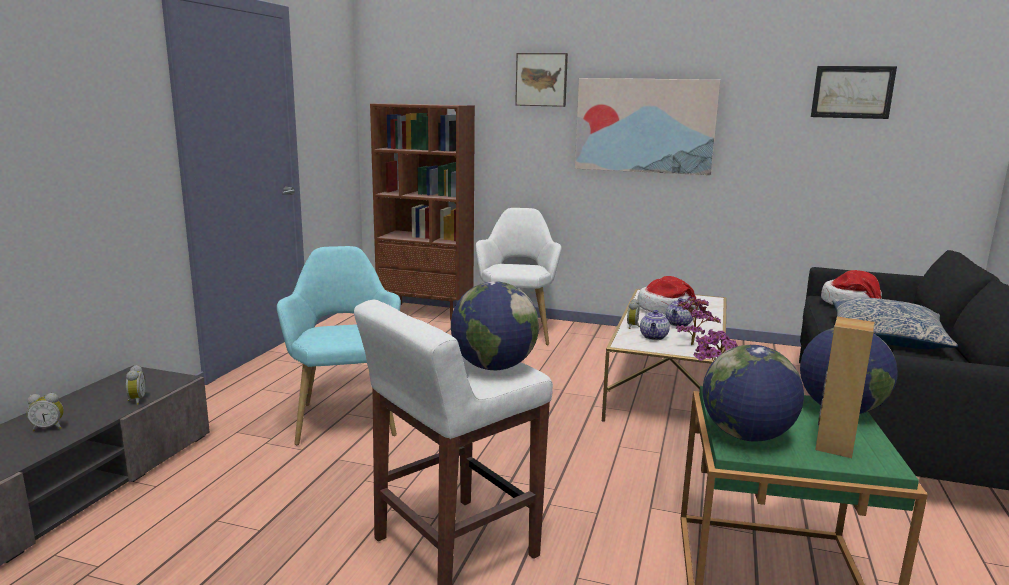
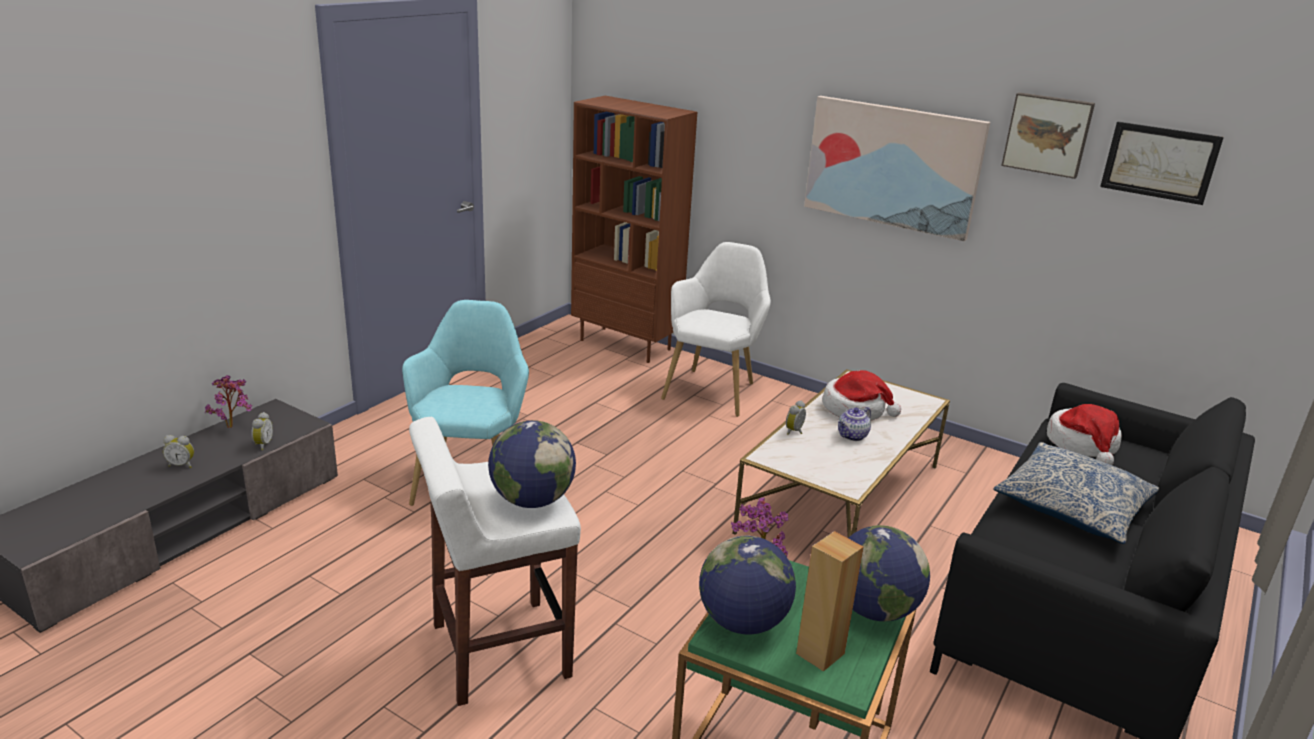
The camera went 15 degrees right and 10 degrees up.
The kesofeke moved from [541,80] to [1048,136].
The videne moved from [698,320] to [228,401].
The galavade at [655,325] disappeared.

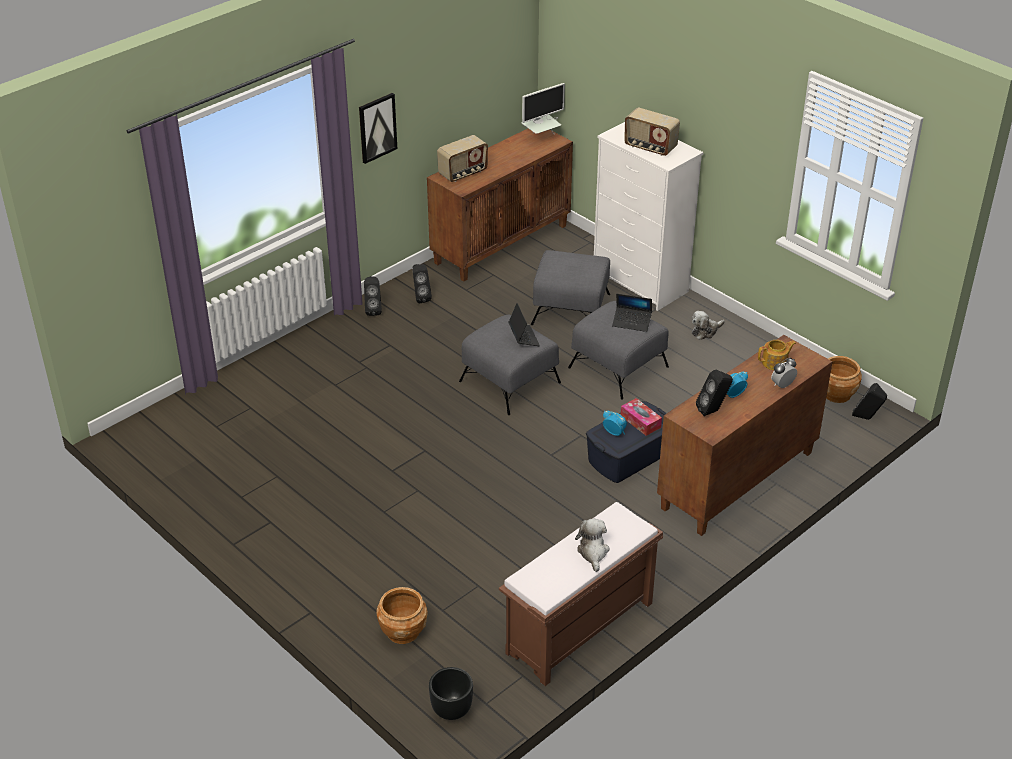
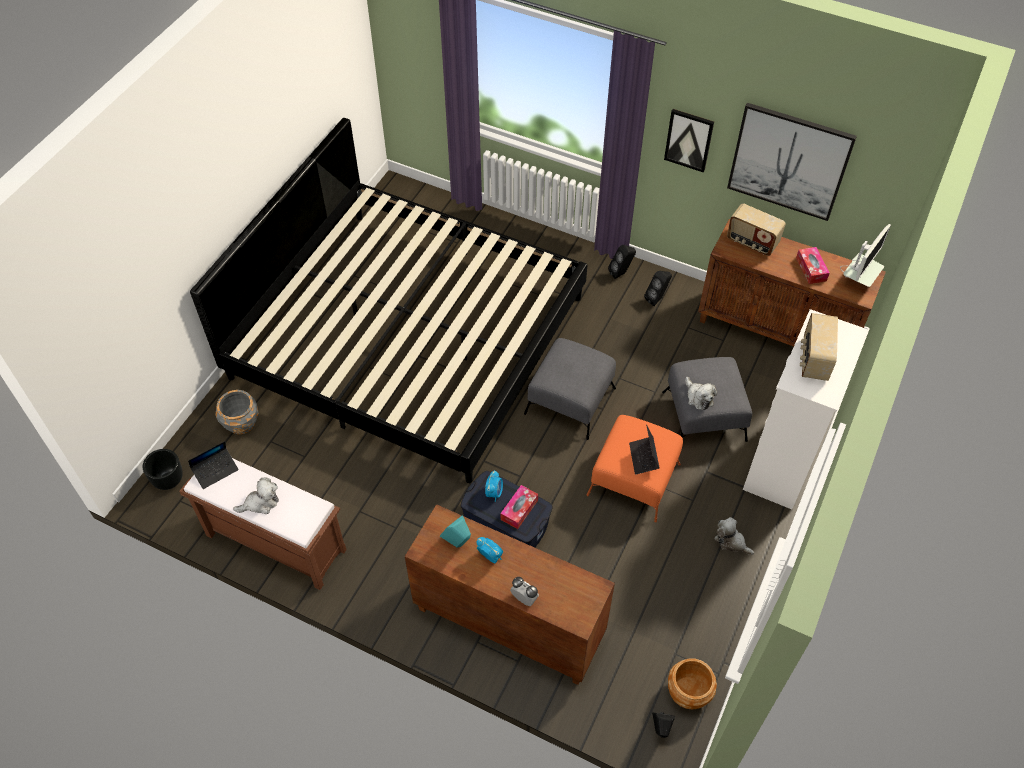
The camera went 70 degrees right and 15 degrees up.
The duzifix at [543,108] turned 90 degrees counterclockwise.
The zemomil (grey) at [618,350] became the zemomil (orange) at [635,468].
The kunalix moved from [524,324] to [213,465].
The galavade at [777,355] disappeared.
The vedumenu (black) at [714,393] became the vedumenu (turquoise) at [455,531].
The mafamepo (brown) at [402,615] became the mafamepo (grey) at [237,412].
The kesofeke at [792,162] appeared.
The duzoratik at [388,300] appeared.
The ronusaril at [813,265] appeared.
The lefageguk at [701,393] appeared.

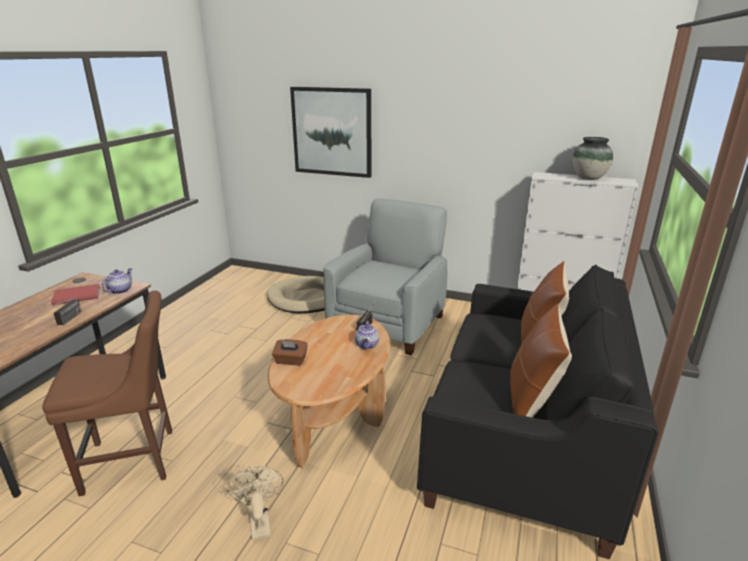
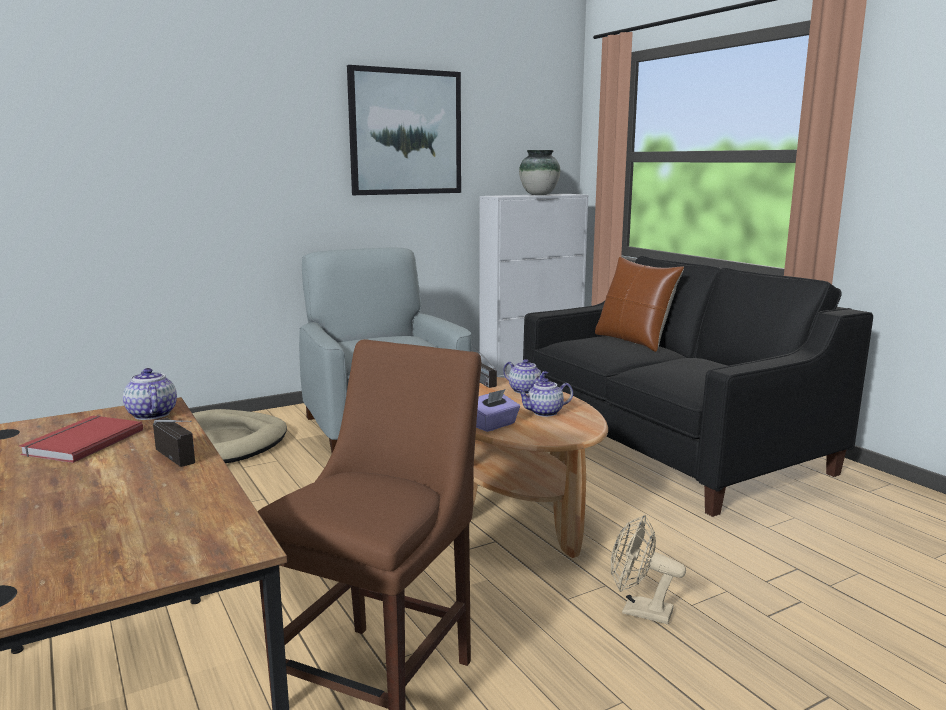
The camera went 50 degrees left and 10 degrees down.
The kesofeke moved from [330,132] to [404,130].
The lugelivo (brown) at [541,360] disappeared.
The ronusaril (brown) at [290,352] became the ronusaril (purple) at [498,410].
The galavade at [545,397] appeared.

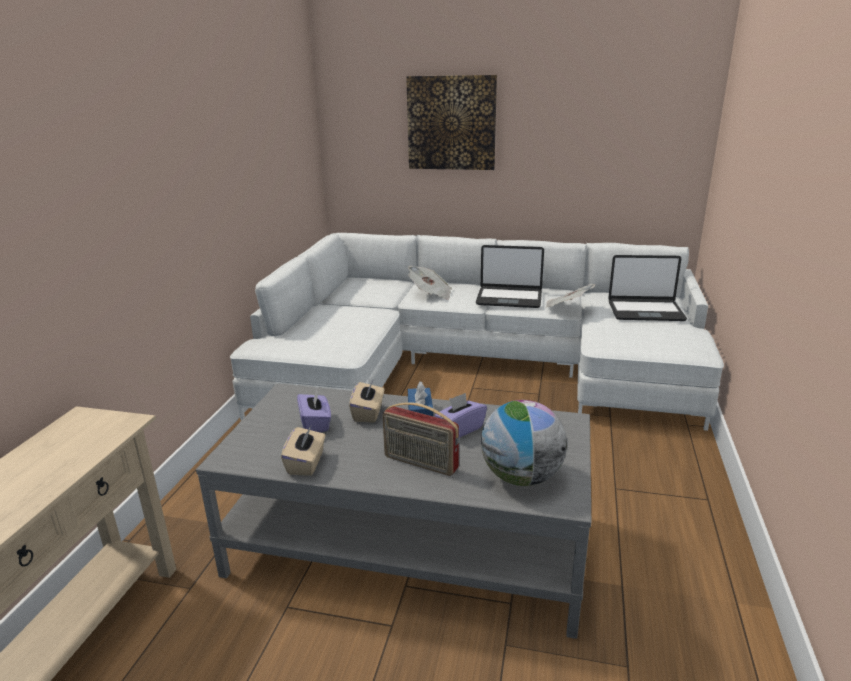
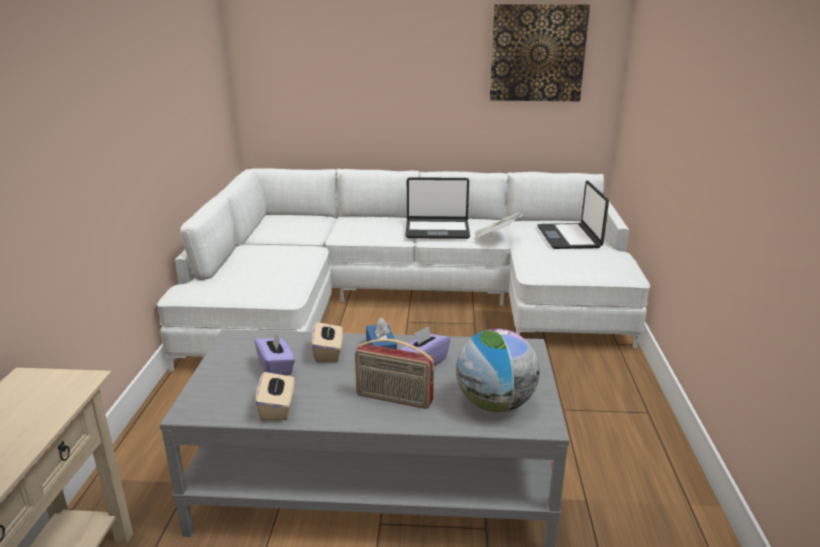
The camera went 10 degrees left and 0 degrees up.
The kesofeke moved from [451,122] to [540,52].
The kunalix at [647,288] turned 90 degrees clockwise.
The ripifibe at [430,282] disappeared.

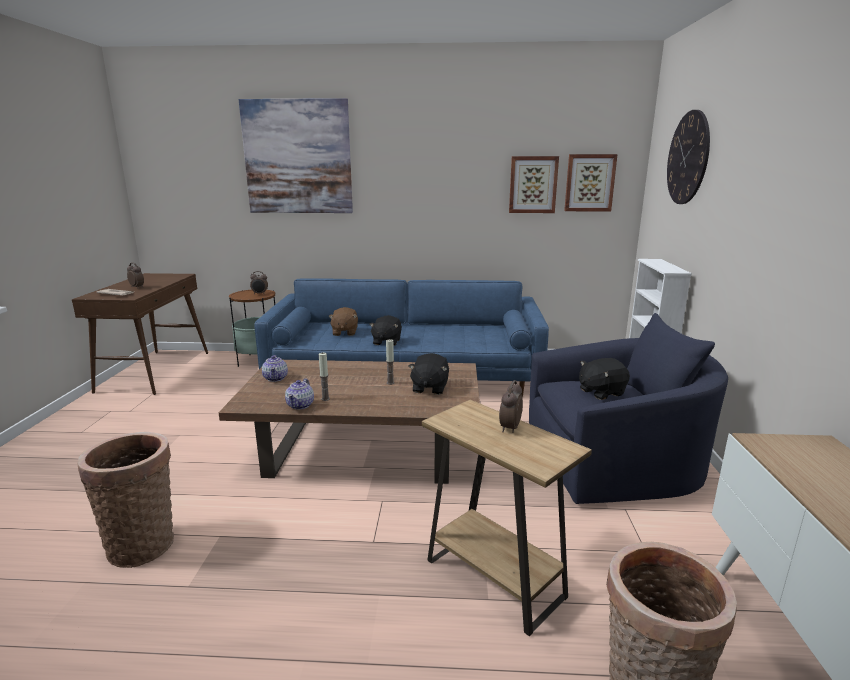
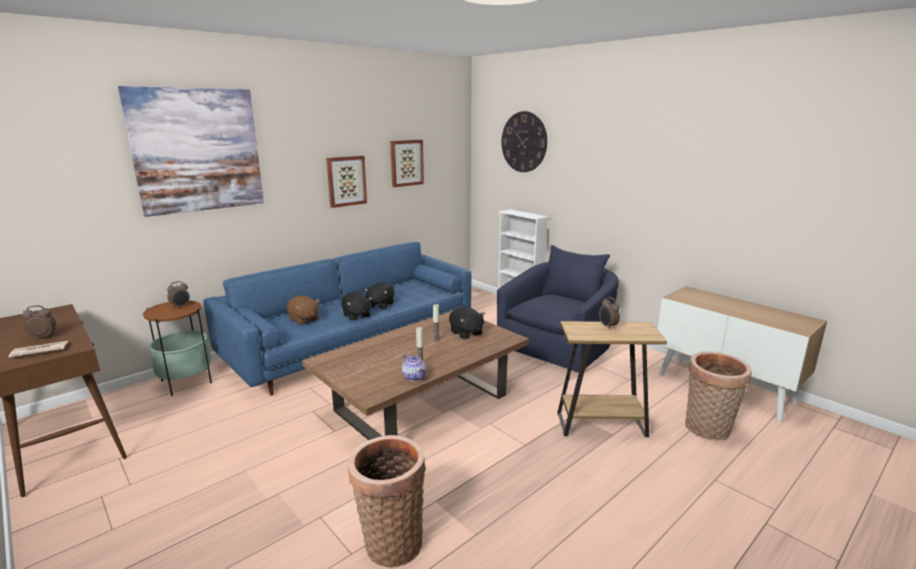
The camera went 45 degrees left and 0 degrees up.
The kesofeke moved from [591,183] to [346,182].
The galavade at [275,368] disappeared.
The lefageguk (black) moved from [604,379] to [379,295].

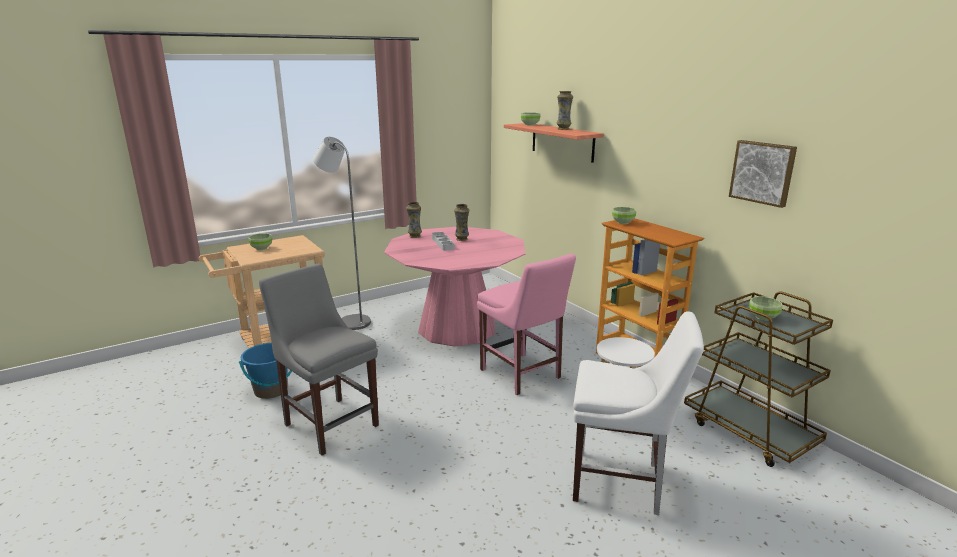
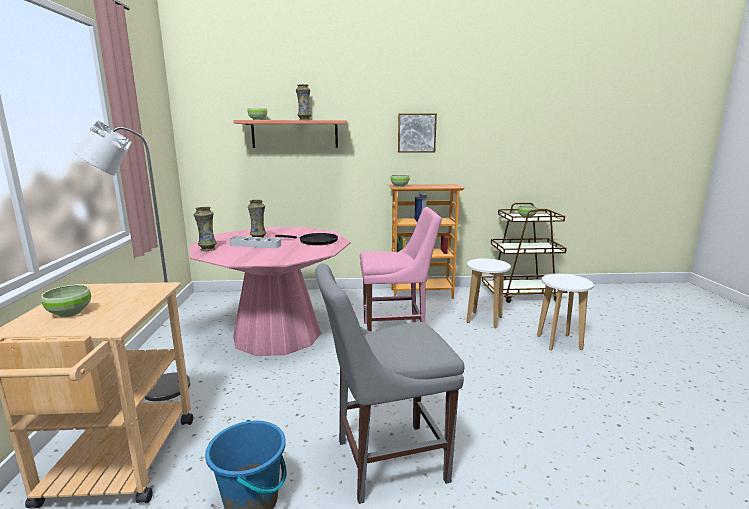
The camera went 60 degrees left and 5 degrees down.
The kesofeke moved from [763,174] to [417,133].
The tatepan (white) at [638,413] was replaced by the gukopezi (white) at [565,312].
The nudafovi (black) at [306,239] appeared.

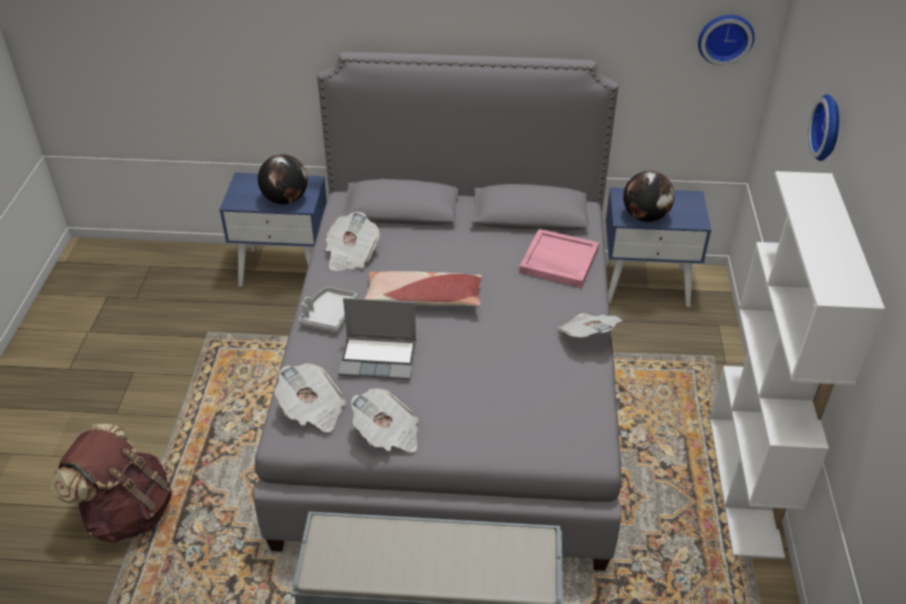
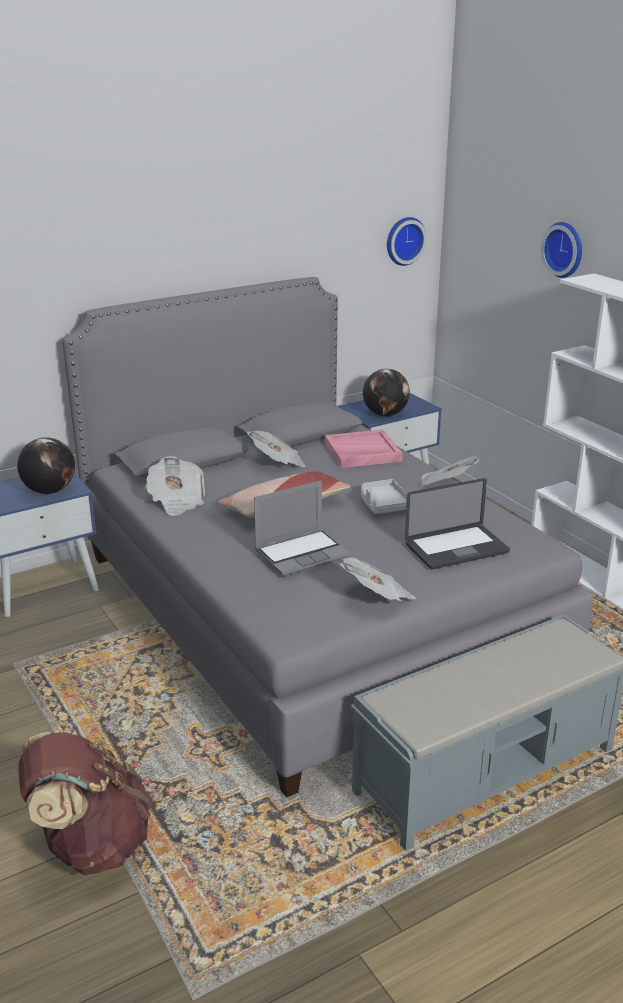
The camera went 35 degrees left and 15 degrees down.
The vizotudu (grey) moved from [328,309] to [384,496].
The ripifibe moved from [310,398] to [276,449].
The kunalix at [457,523] appeared.

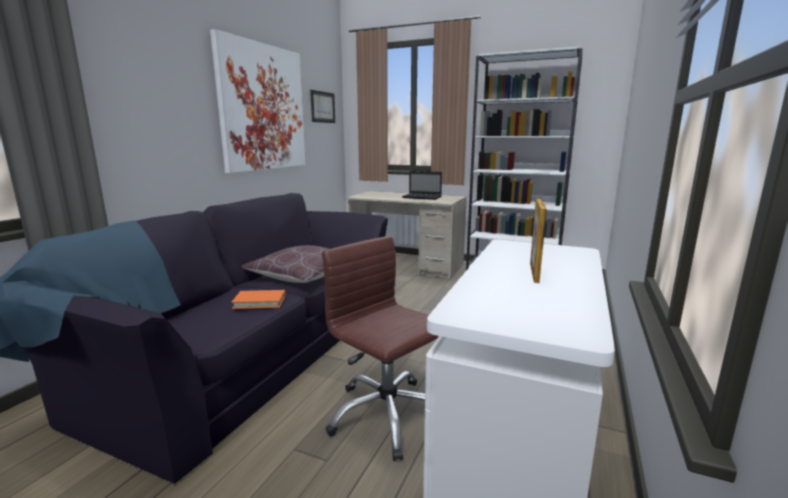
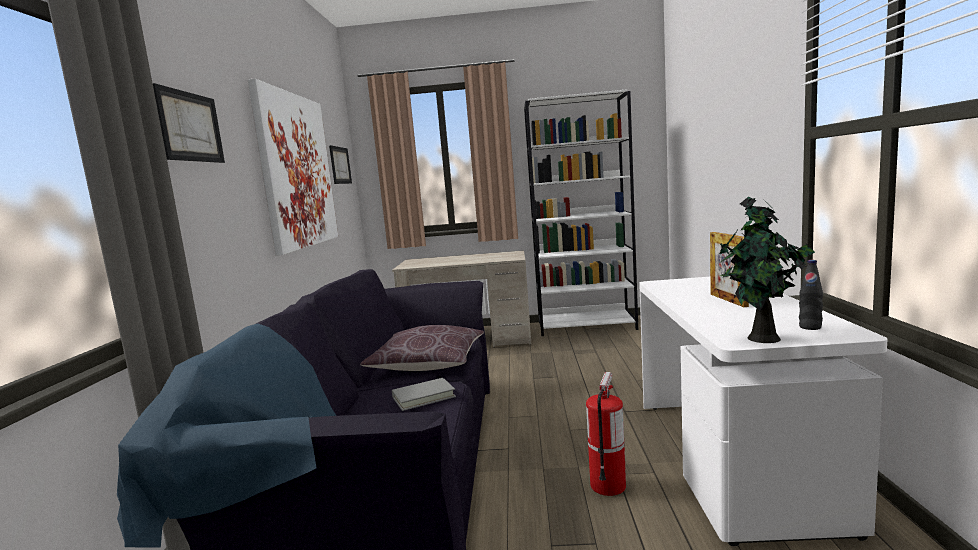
The camera went 20 degrees left and 5 degrees down.
The kunalix at [422,185] disappeared.
The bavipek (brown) at [380,348] was replaced by the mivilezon at [606,434].
The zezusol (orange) at [259,299] became the zezusol (grey) at [424,394].
The kesofeke at [189,123] appeared.
The videne at [767,270] appeared.
The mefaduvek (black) at [811,295] appeared.

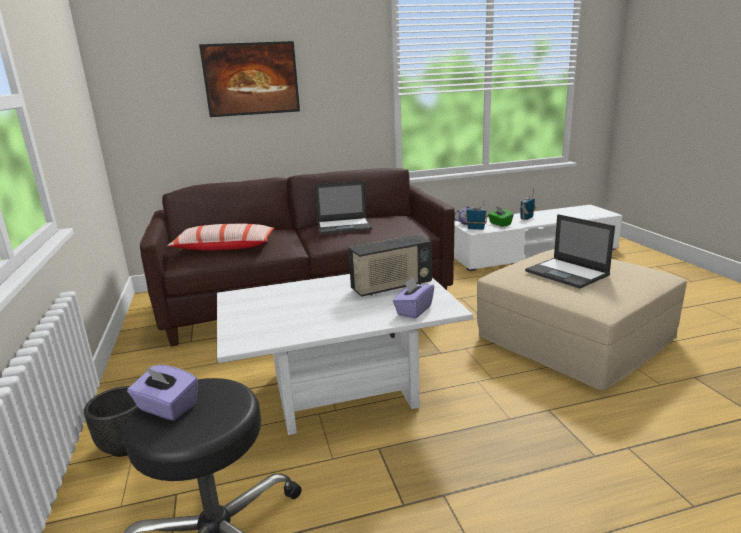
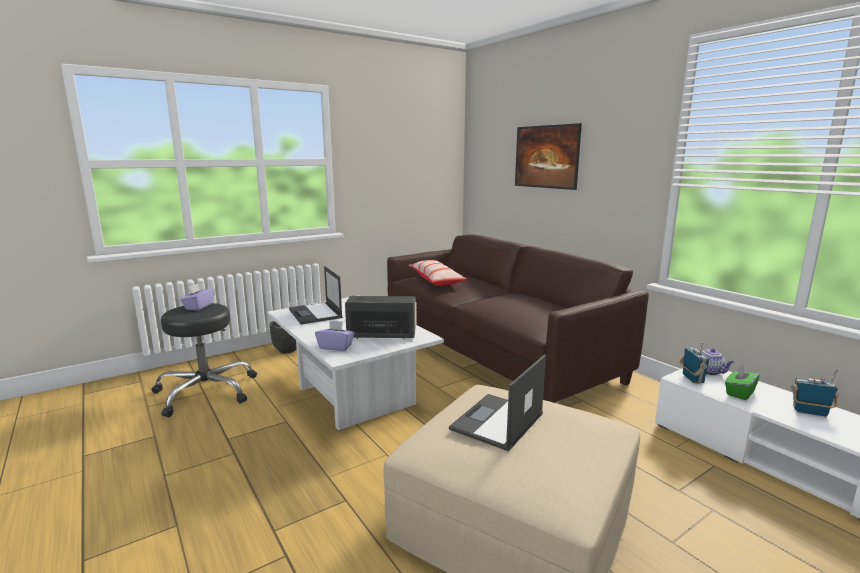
The camera went 70 degrees right and 5 degrees down.
The kunalix moved from [343,208] to [316,295].
The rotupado at [390,266] turned 135 degrees clockwise.

